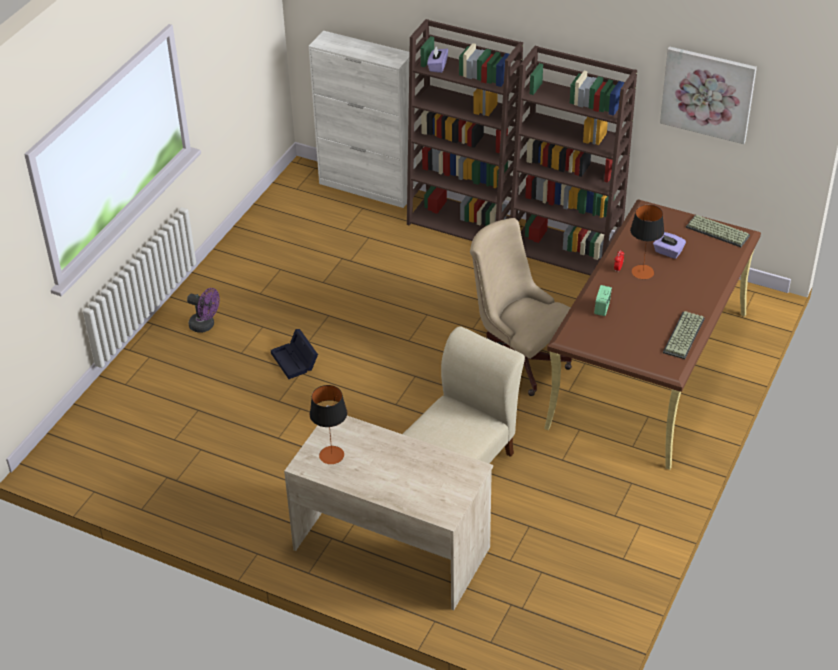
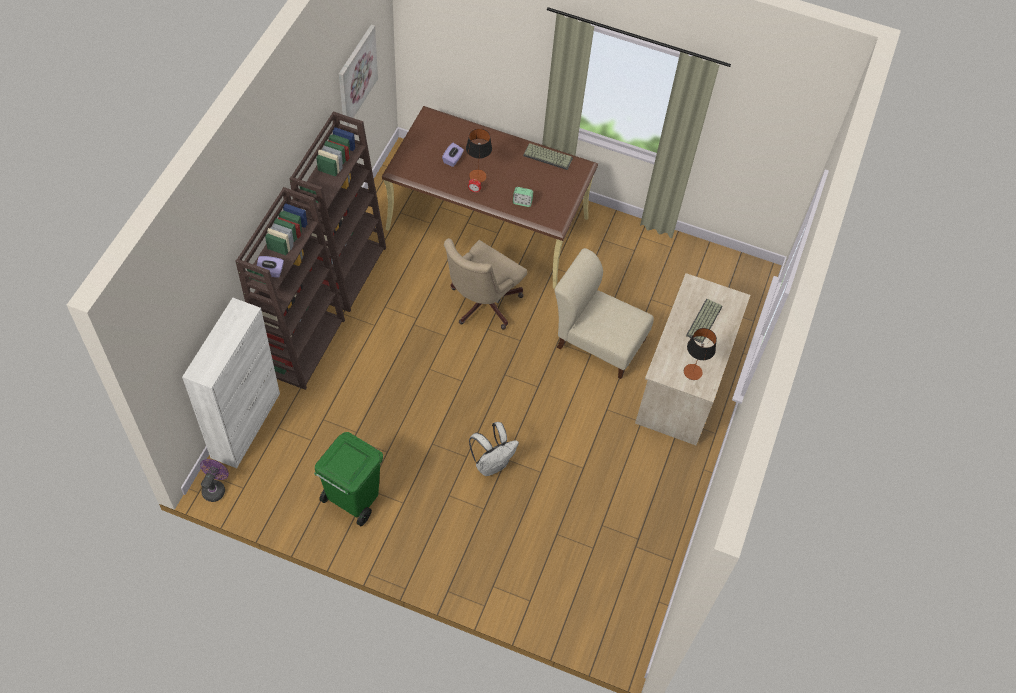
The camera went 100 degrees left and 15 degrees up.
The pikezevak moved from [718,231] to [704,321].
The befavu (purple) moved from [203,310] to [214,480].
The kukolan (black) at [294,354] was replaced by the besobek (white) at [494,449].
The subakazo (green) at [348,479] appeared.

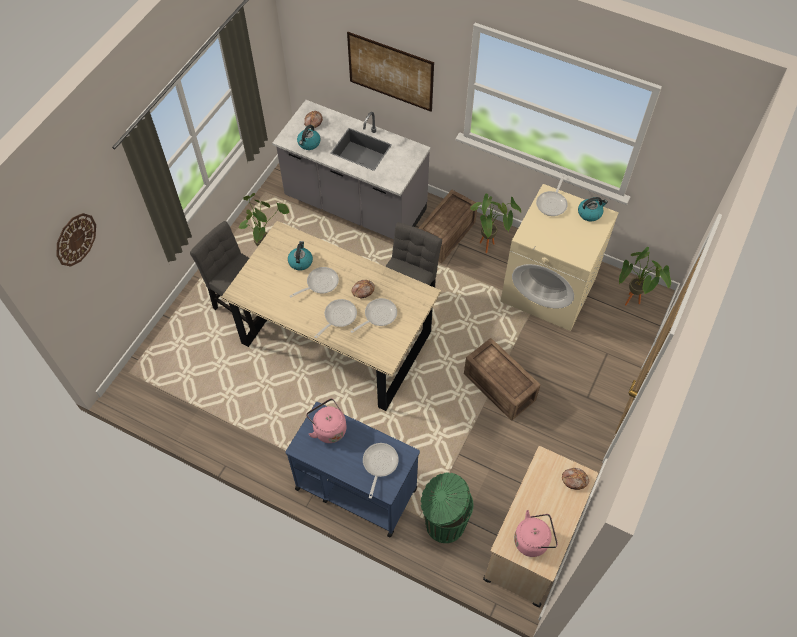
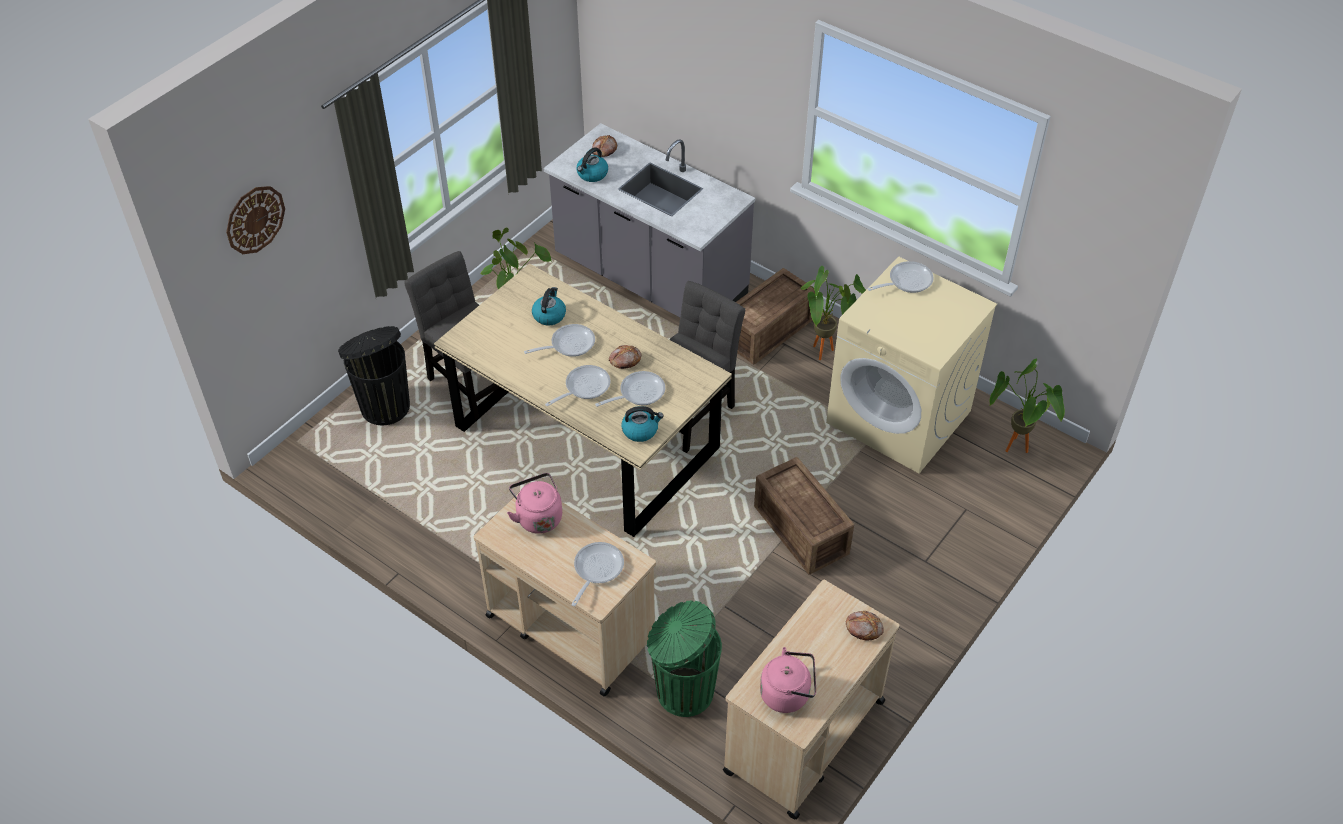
The camera went 10 degrees right and 10 degrees down.
The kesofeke at [390,72] disappeared.
The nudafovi at [552,195] turned 150 degrees counterclockwise.
The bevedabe moved from [593,209] to [642,424].
The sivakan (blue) at [352,470] became the sivakan (beige) at [565,594].
The subakazo (black) at [374,375] appeared.

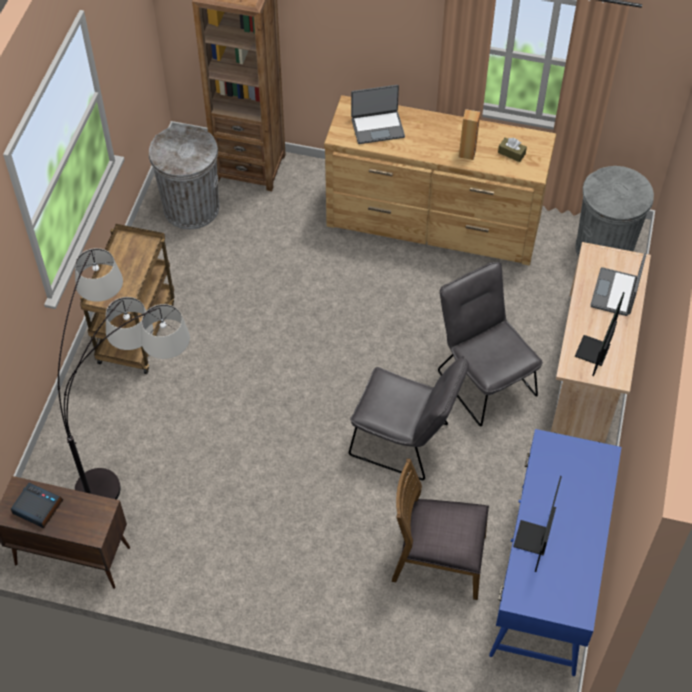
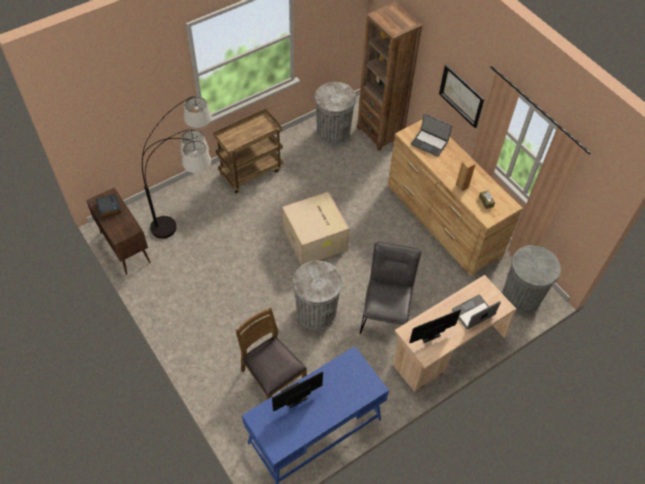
The camera went 40 degrees right and 0 degrees up.
The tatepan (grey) at [409,418] was replaced by the subakazo (grey) at [318,295].
The kesofeke at [461,96] appeared.
The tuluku at [315,229] appeared.

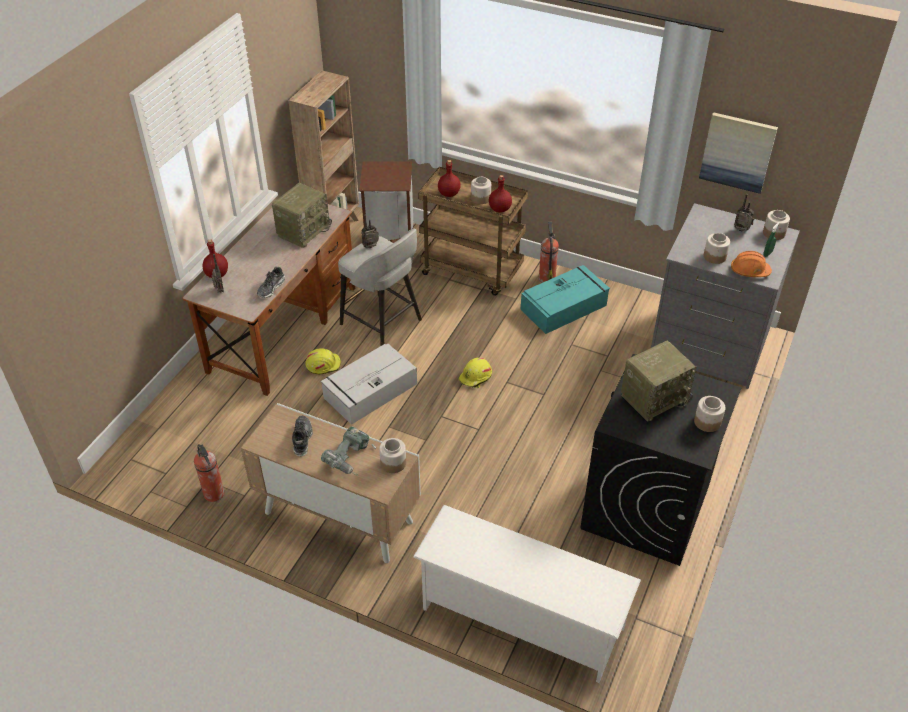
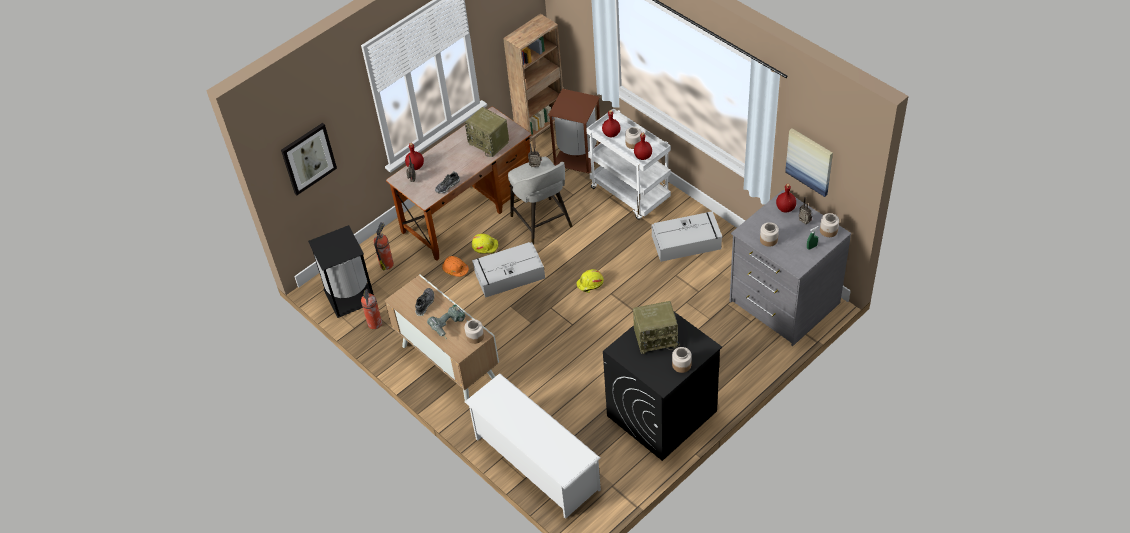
The camera went 25 degrees right and 5 degrees up.
The sivakan (brown) at [473,231] became the sivakan (white) at [628,164].
The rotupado at [302,215] turned 75 degrees clockwise.
The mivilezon moved from [549,252] to [383,246].
The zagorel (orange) moved from [751,264] to [455,266].
The kukolan (turquoise) at [565,299] became the kukolan (grey) at [687,236].
The kesofeke at [309,159] appeared.
The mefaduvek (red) at [786,198] appeared.
The subakazo (black) at [341,271] appeared.

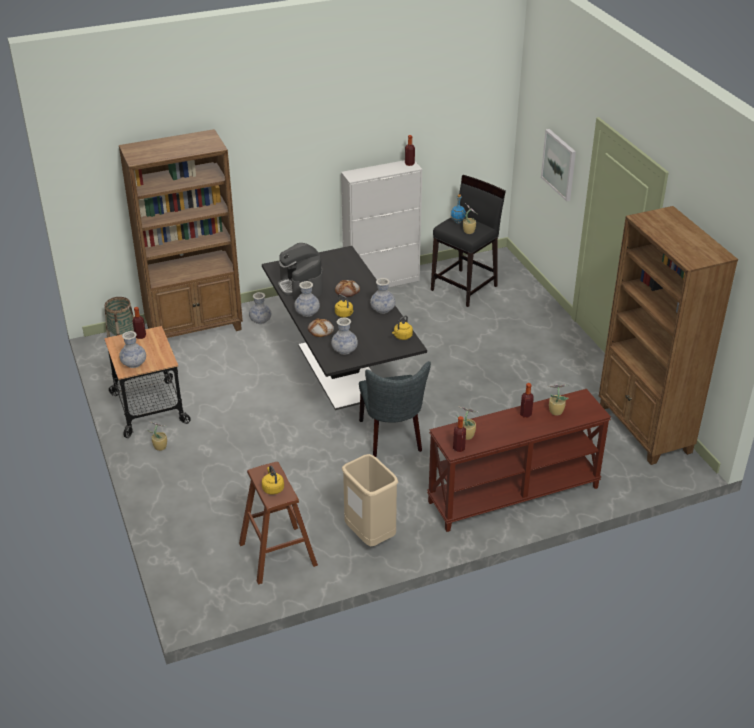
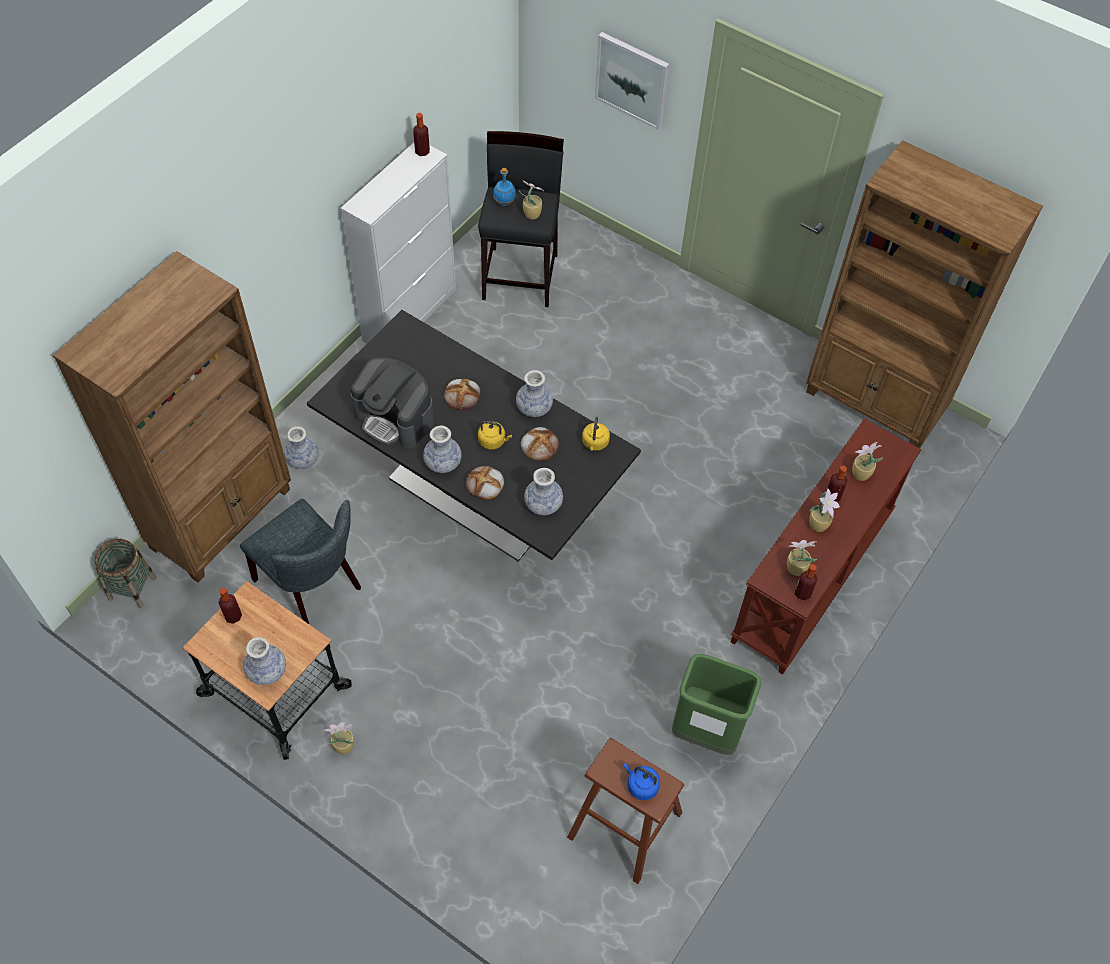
The camera went 35 degrees left and 20 degrees up.
The tatepan (grey) moved from [395,409] to [300,561].
The subakazo (beige) at [370,500] became the subakazo (green) at [716,704].
The bevedabe (yellow) at [273,480] became the bevedabe (blue) at [642,781].
The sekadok at [540,444] appeared.
The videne at [824,510] appeared.

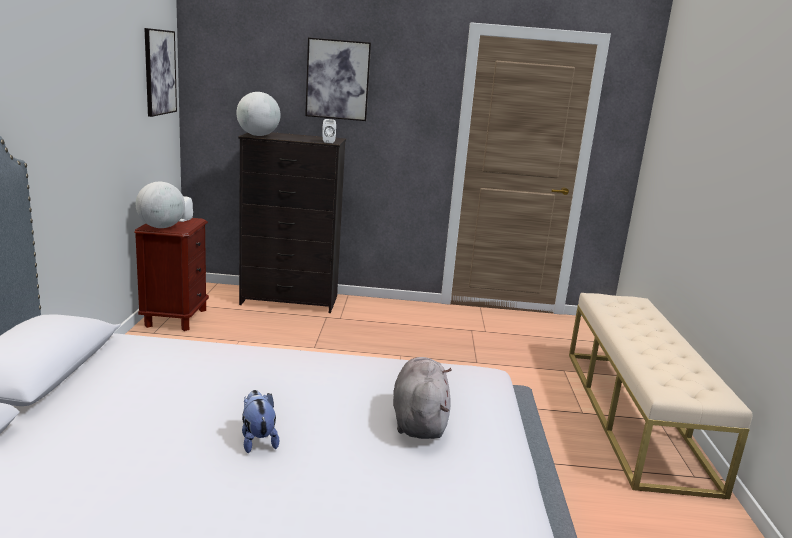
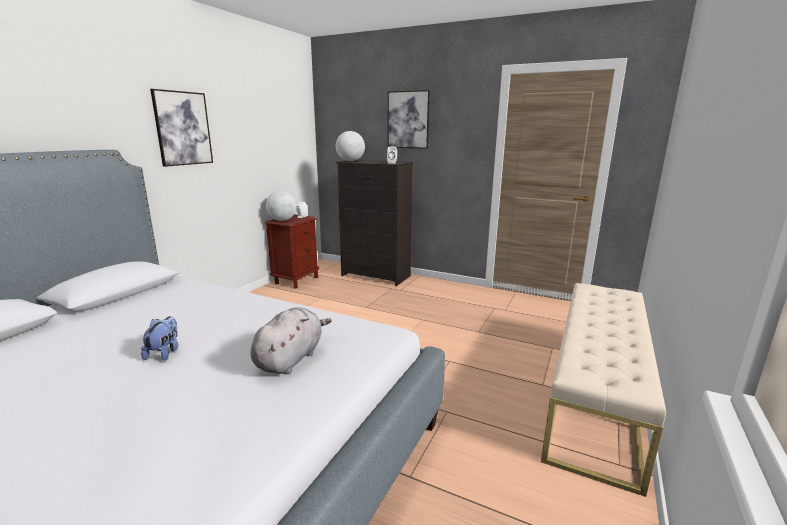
The camera went 25 degrees right and 0 degrees up.
The kesofeke moved from [160,72] to [181,128].

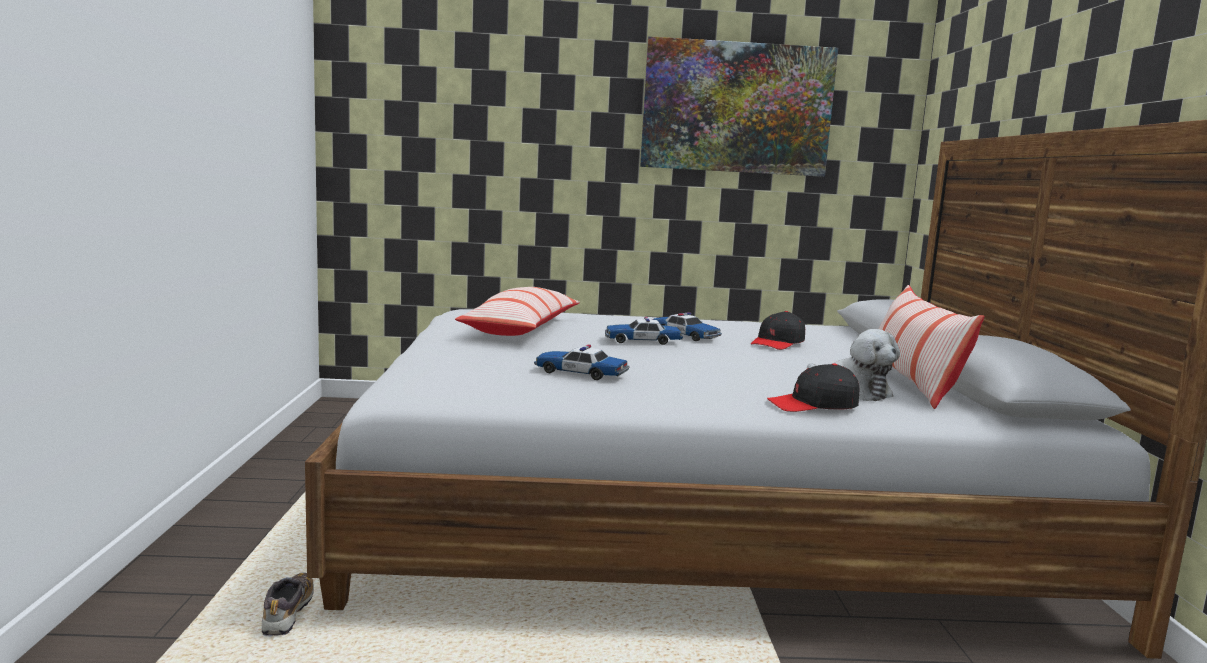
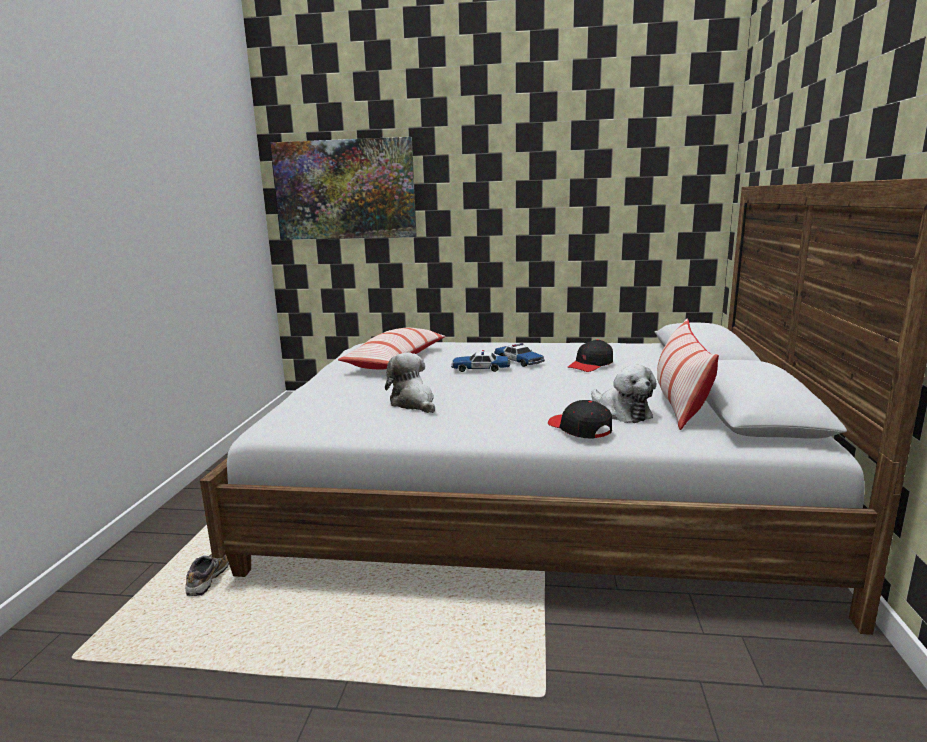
The camera went 10 degrees right and 5 degrees up.
The kesofeke moved from [739,106] to [344,188].
The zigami at [581,362] was replaced by the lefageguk at [410,382].
The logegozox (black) at [813,387] turned 60 degrees clockwise.

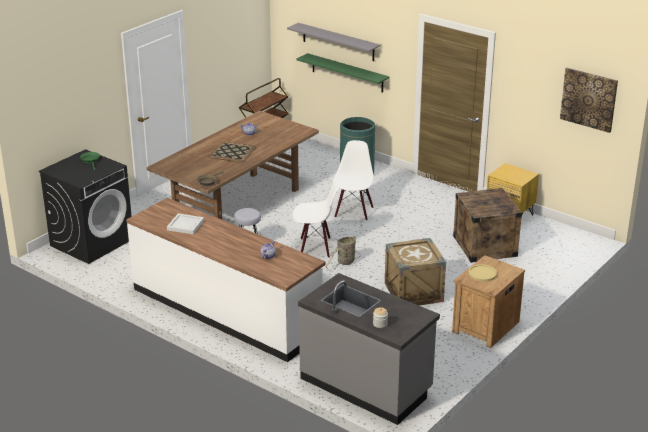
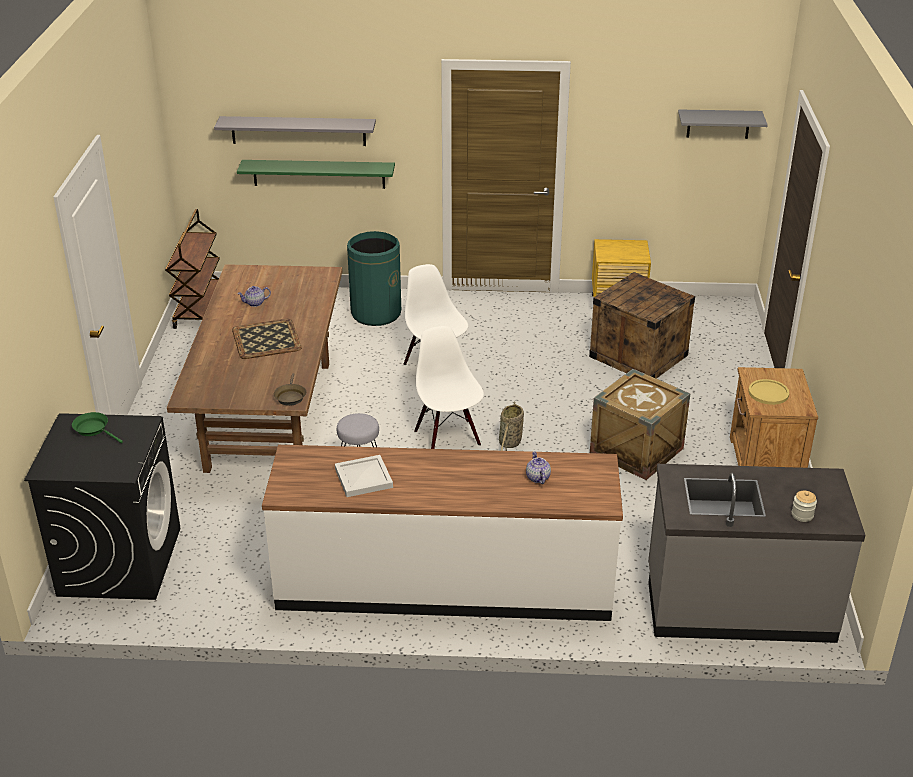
The camera went 35 degrees left and 5 degrees up.
The kesofeke at [589,100] was replaced by the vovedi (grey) at [723,124].
The tatepan (white) at [316,219] turned 75 degrees counterclockwise.

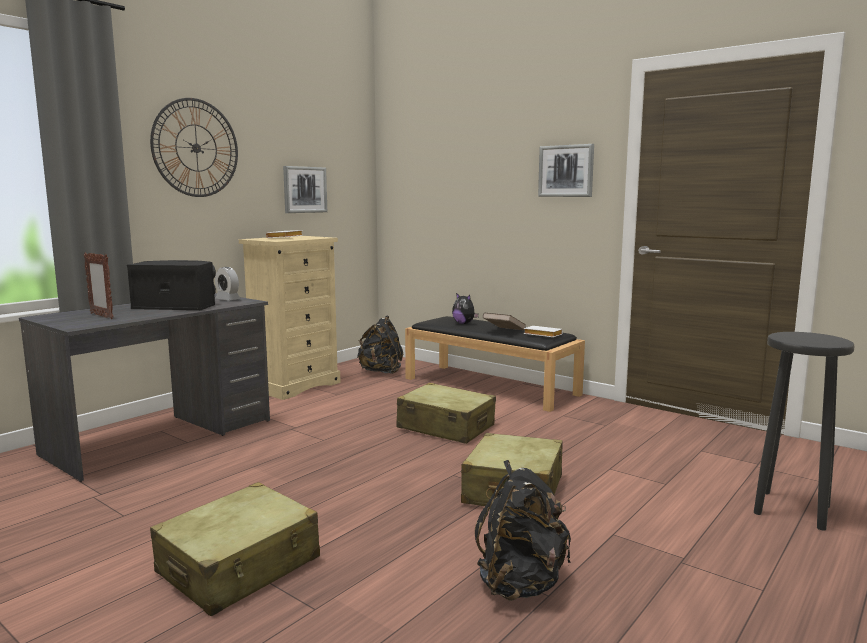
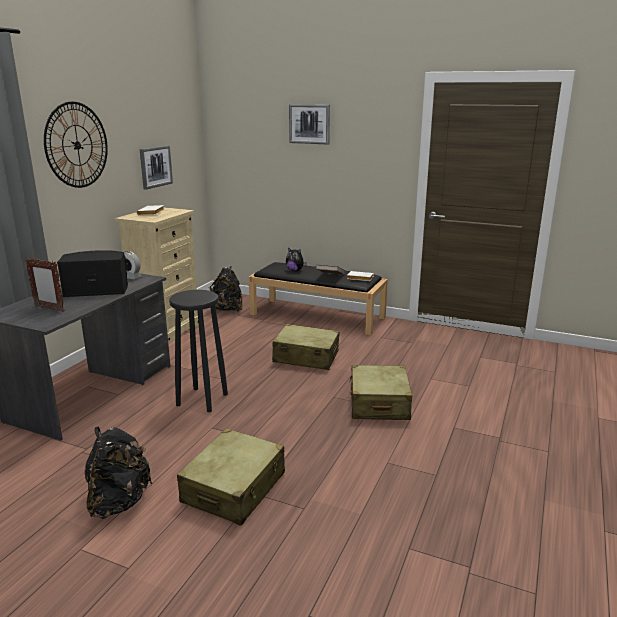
The camera went 15 degrees left and 10 degrees up.
The kesofeke moved from [566,170] to [309,124].
The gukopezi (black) moved from [804,431] to [198,351].
The besobek (black) moved from [523,530] to [118,473].

